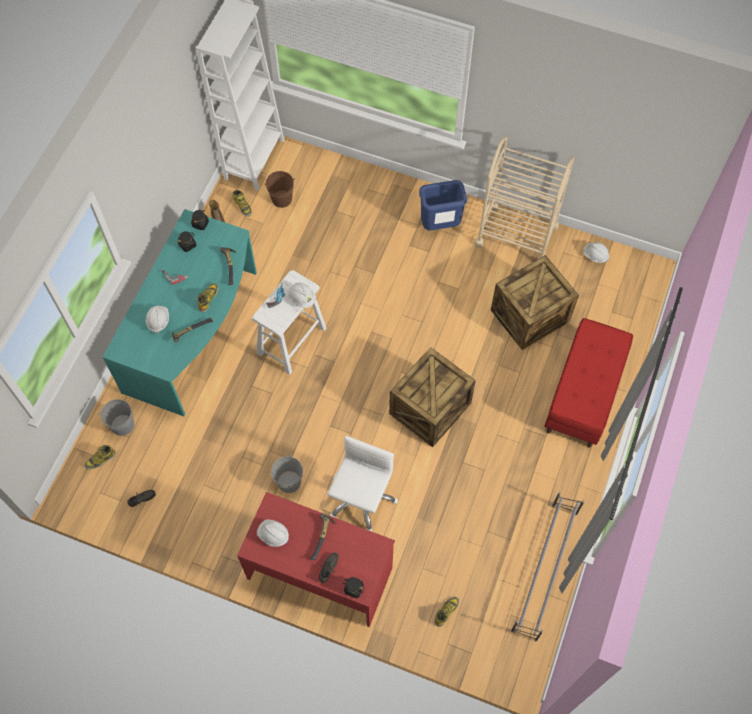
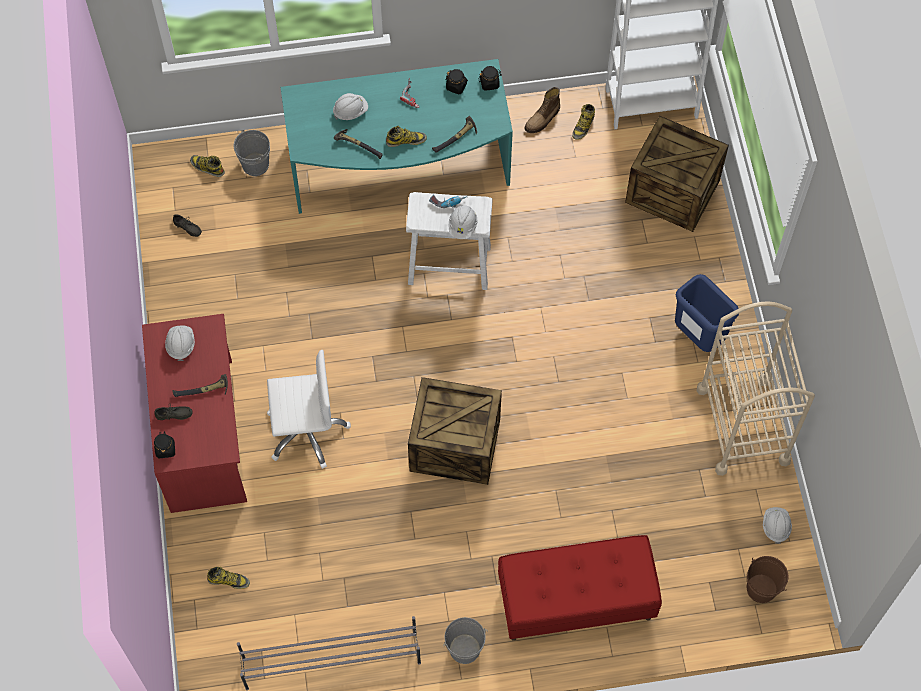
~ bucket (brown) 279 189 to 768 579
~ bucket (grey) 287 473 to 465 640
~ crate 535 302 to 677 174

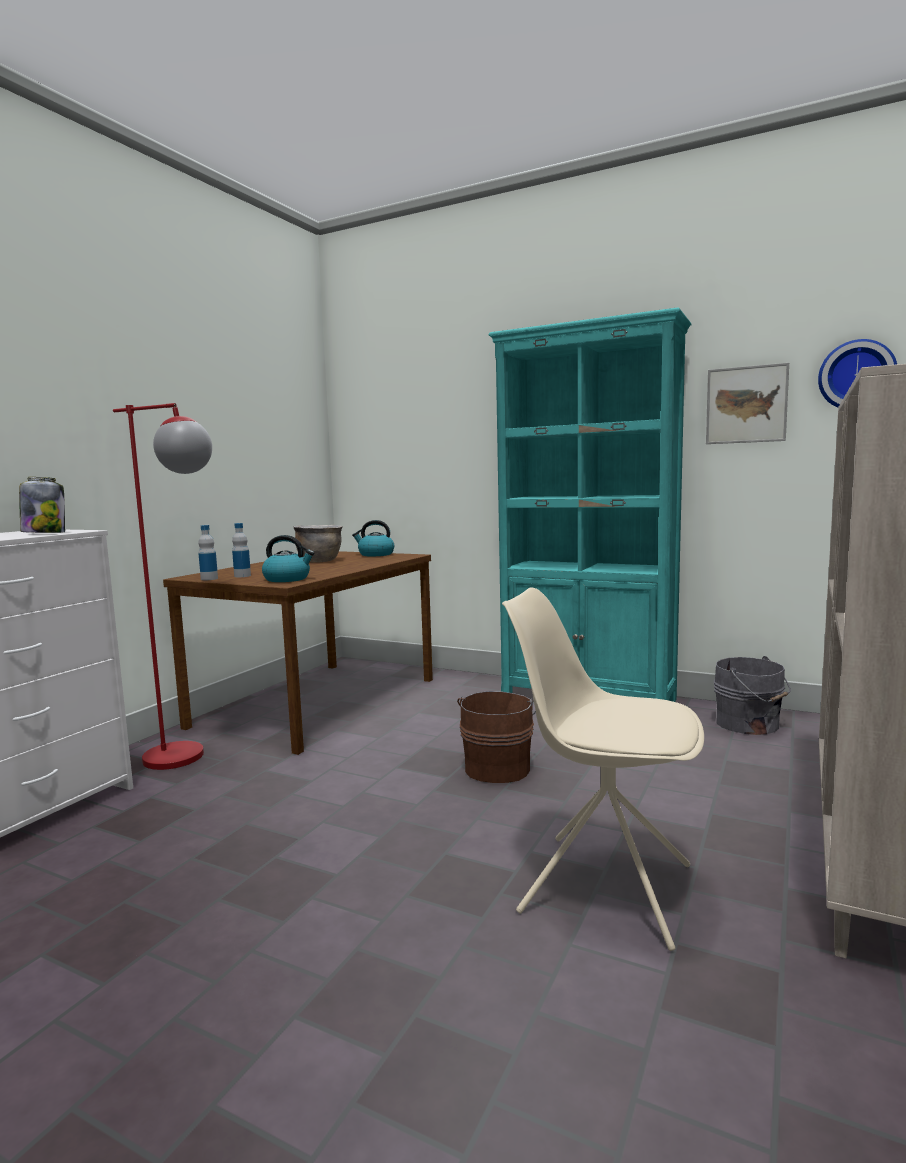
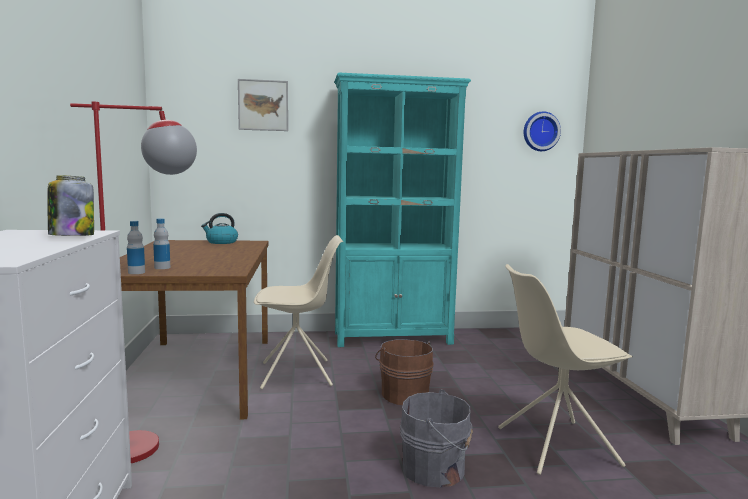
- kettle 288 558
- cooking pot (brown) 317 544
~ picture 747 403 to 263 105
~ bucket (grey) 752 695 to 436 438
+ chair (beige) 298 312

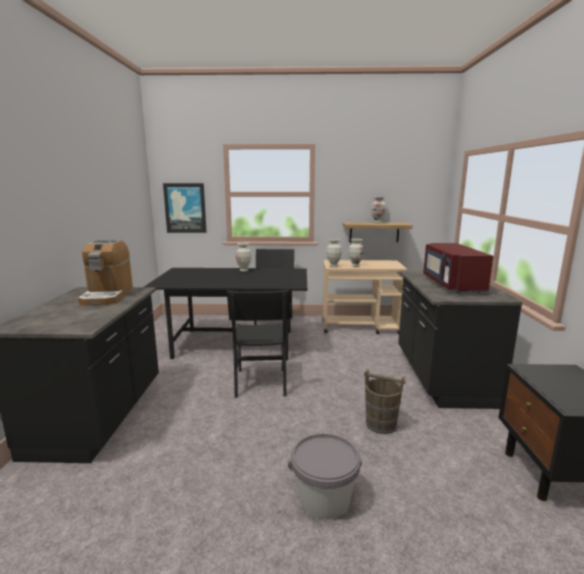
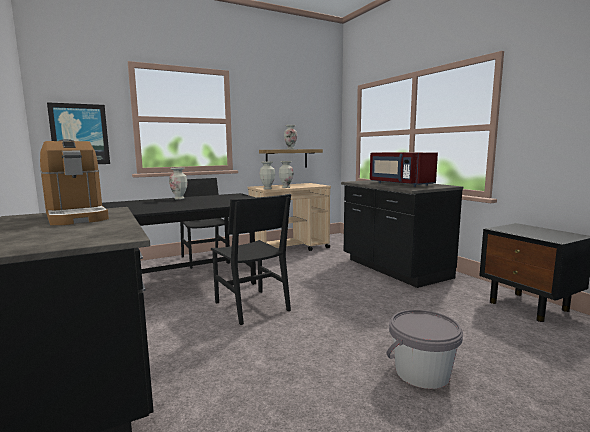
- bucket (brown) 385 401

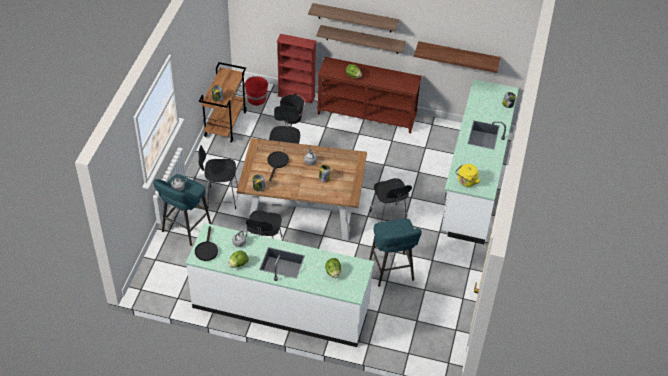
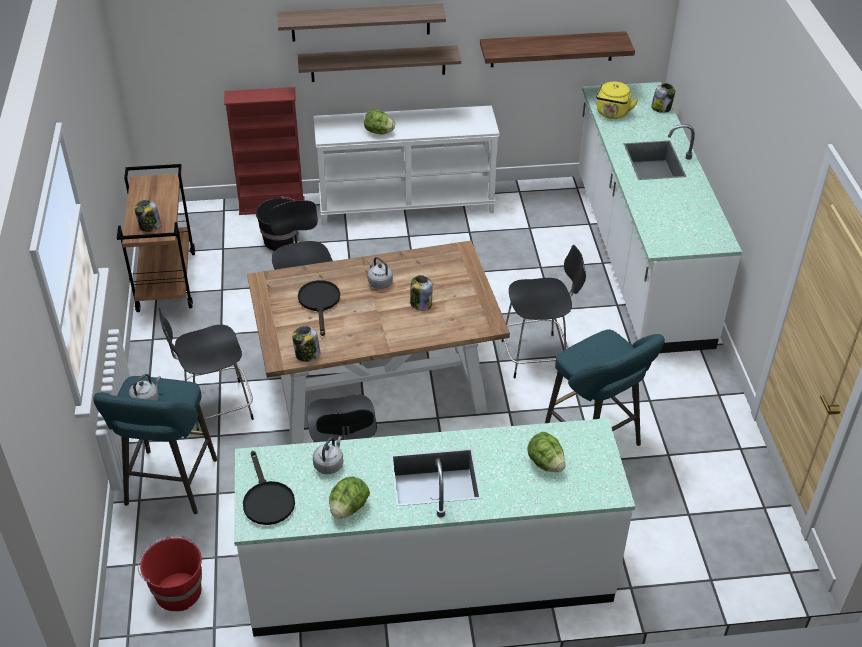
~ bucket (red) 256 91 to 170 573
~ console table (brown) 369 95 to console table (white) 407 165
~ chair (black) 391 200 = 543 312 60 degrees counterclockwise
~ kettle (yellow) 468 175 to 617 100

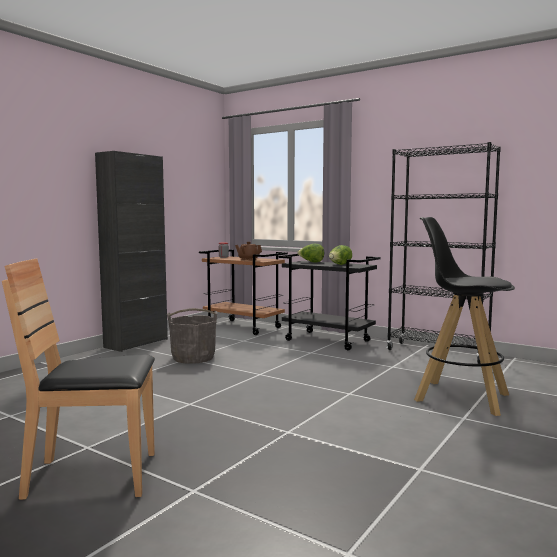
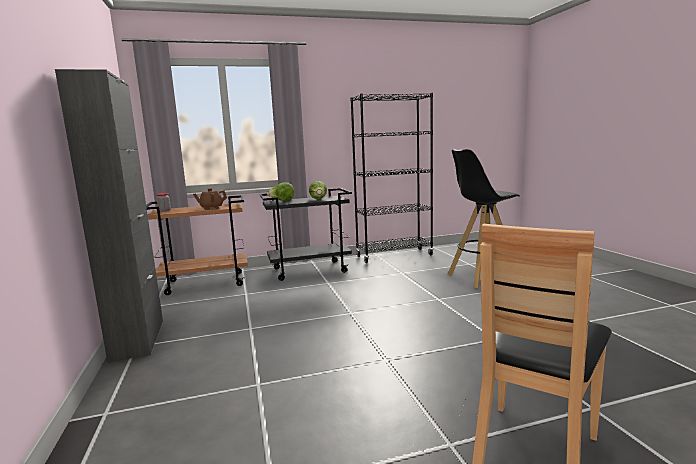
- bucket (grey) 192 336

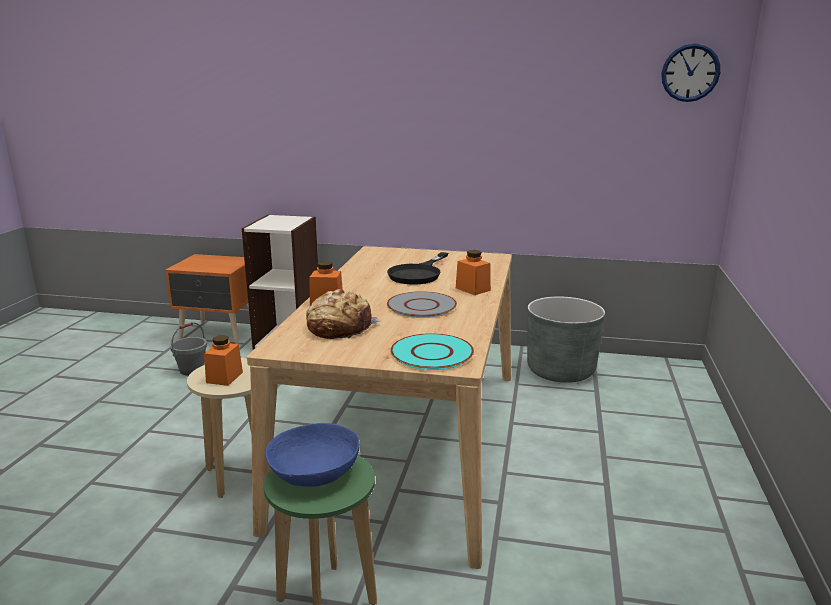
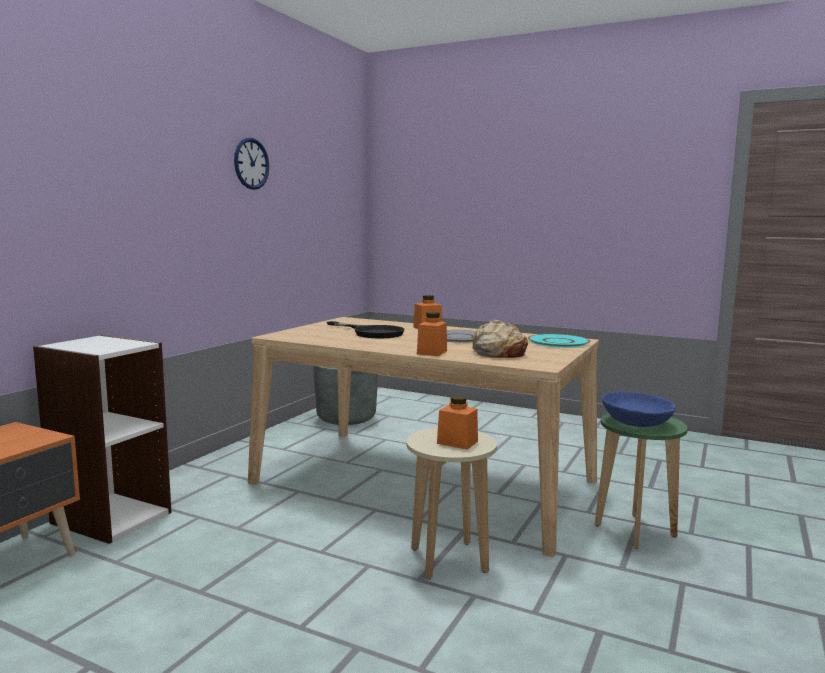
- bucket (grey) 188 348
~ wall clock 690 72 to 251 164

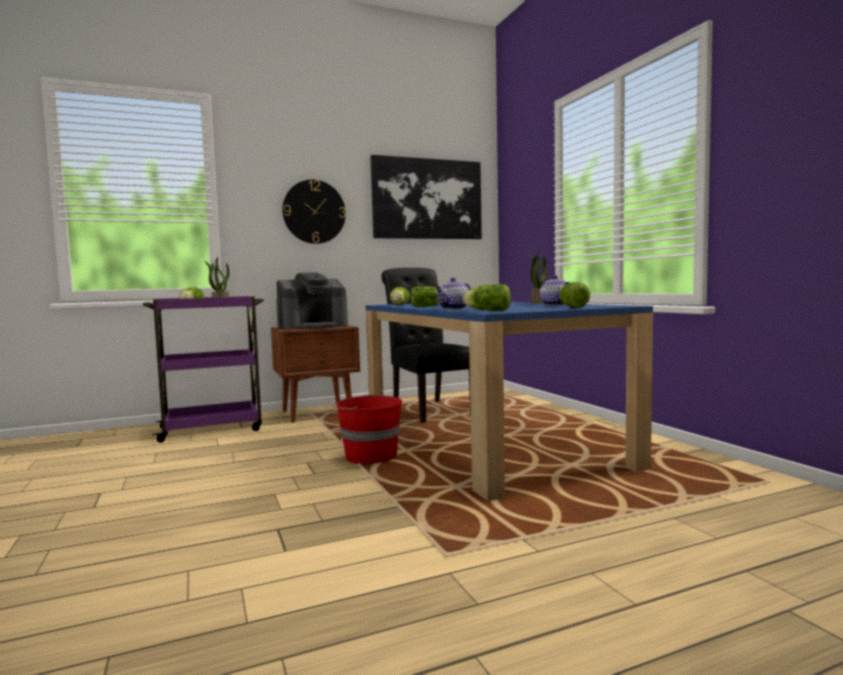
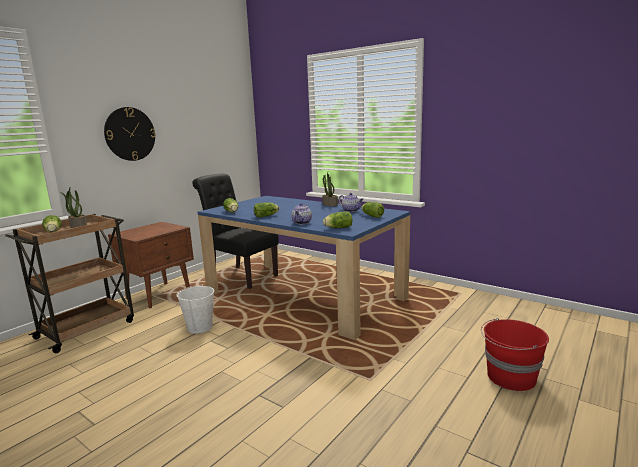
~ cart (purple) 203 369 to cart (brown) 69 283
- coffee machine 312 301
~ bucket (red) 367 428 to 515 354
- picture 426 197
+ bucket (white) 195 309

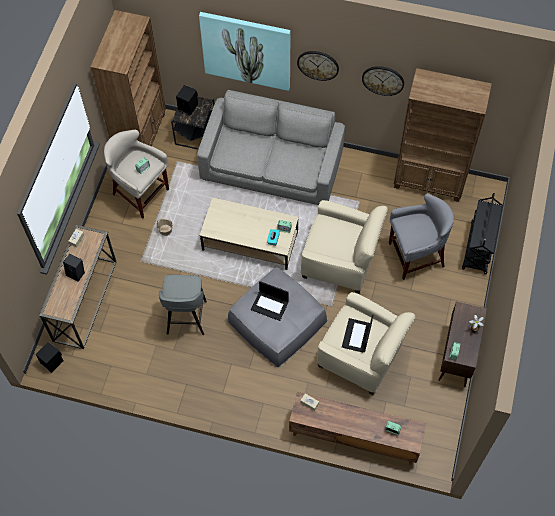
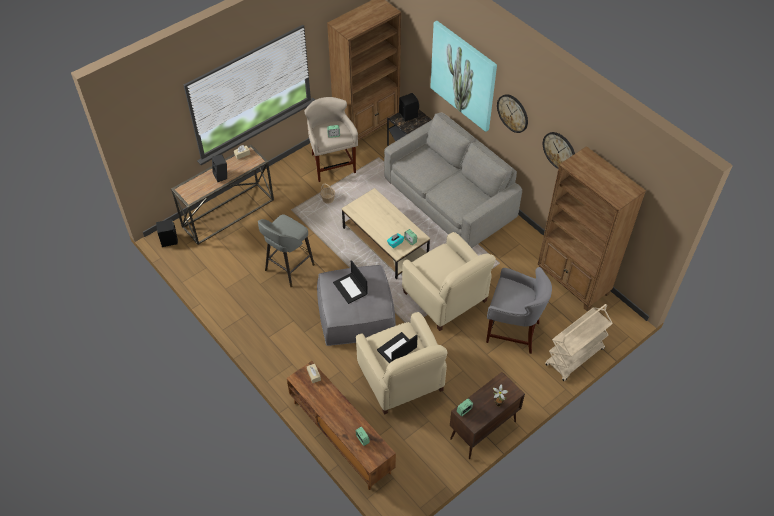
~ cart (black) 482 233 to cart (beige) 579 342

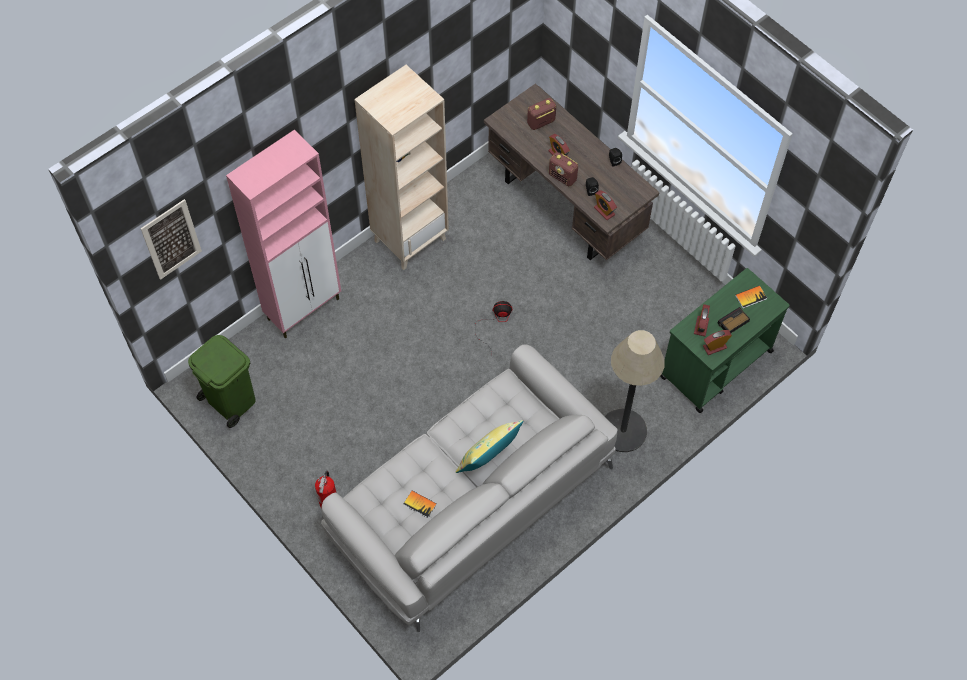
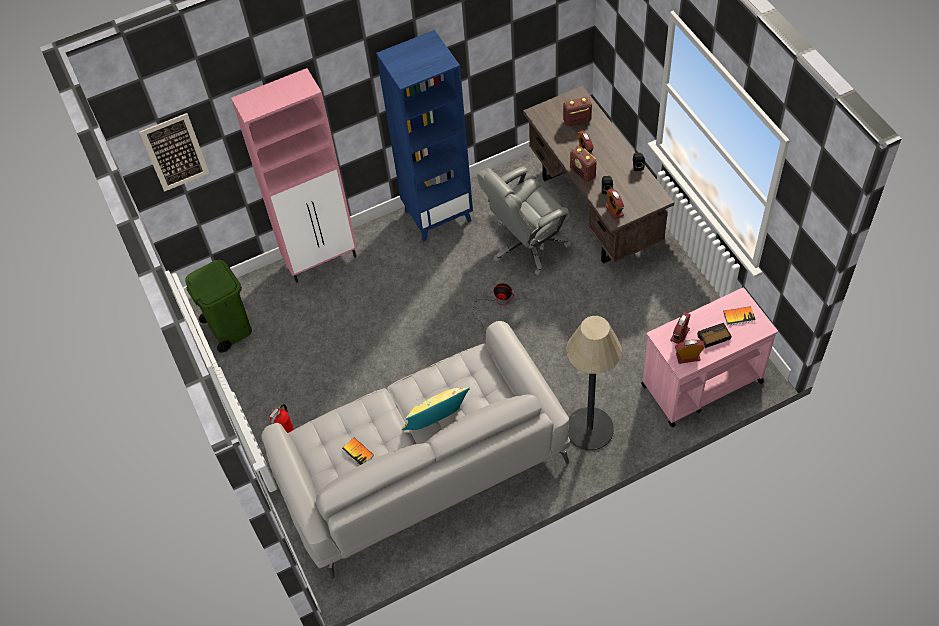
~ bookcase (beige) 401 167 to bookcase (blue) 424 136
~ cart (green) 725 340 to cart (pink) 709 357
+ office chair (grey) 524 221

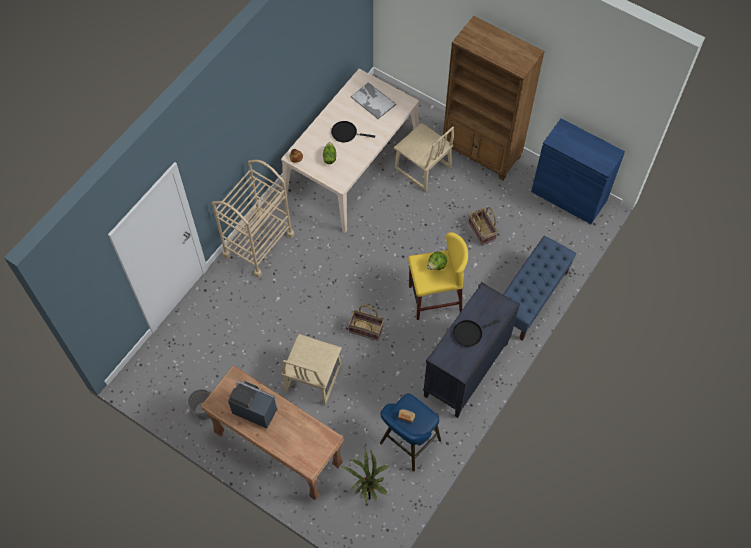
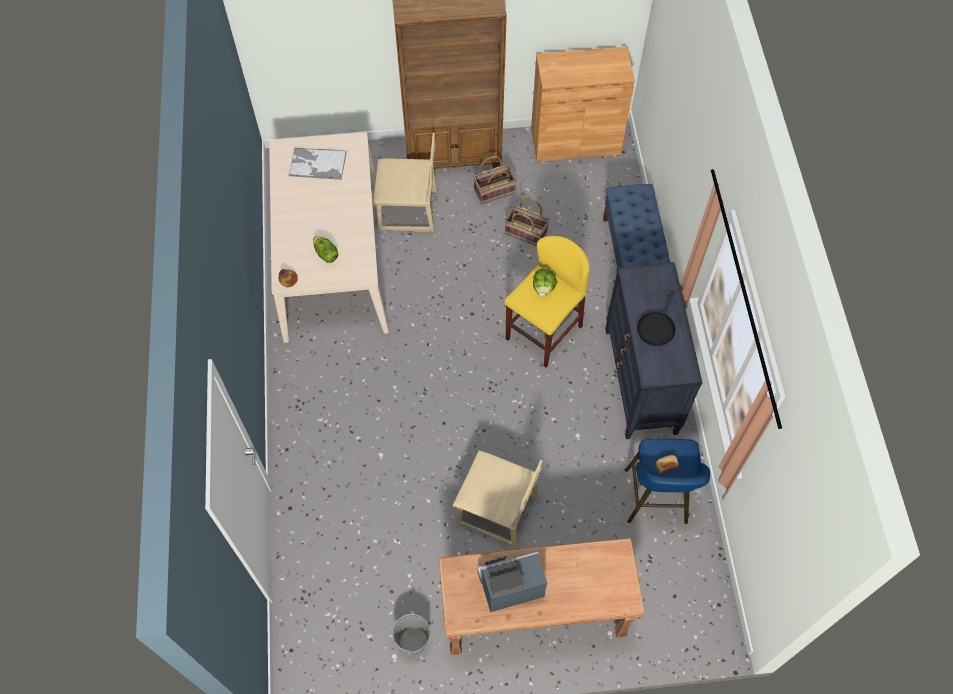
- cart (beige) 253 219
~ chair (beige) 311 369 = 498 498 45 degrees counterclockwise
- frying pan (black) 353 131
- potted plant 364 475
~ basket 366 323 to 495 180
~ cabinet (blue) 578 171 to cabinet (brown) 583 104

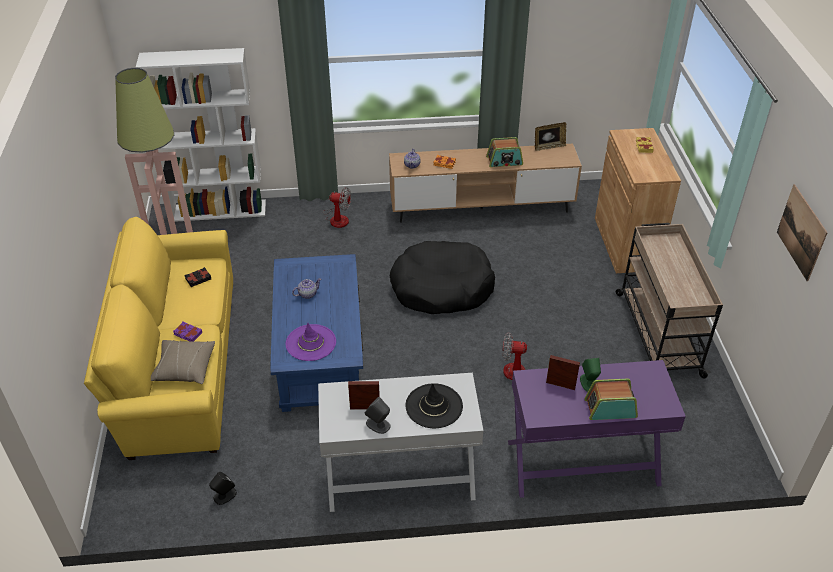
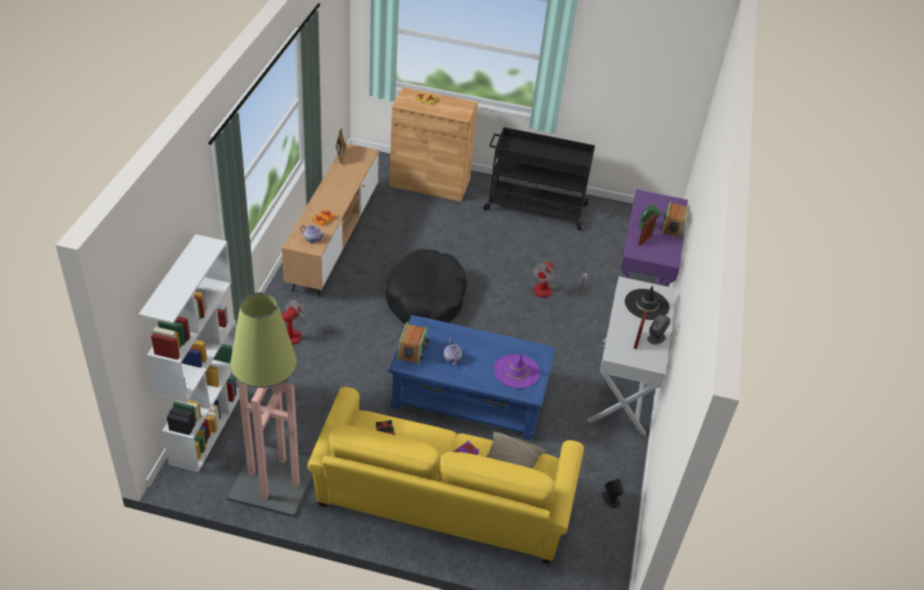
~ radio 504 152 to 413 343
~ cart (beige) 669 301 to cart (black) 539 178
- picture 802 232

